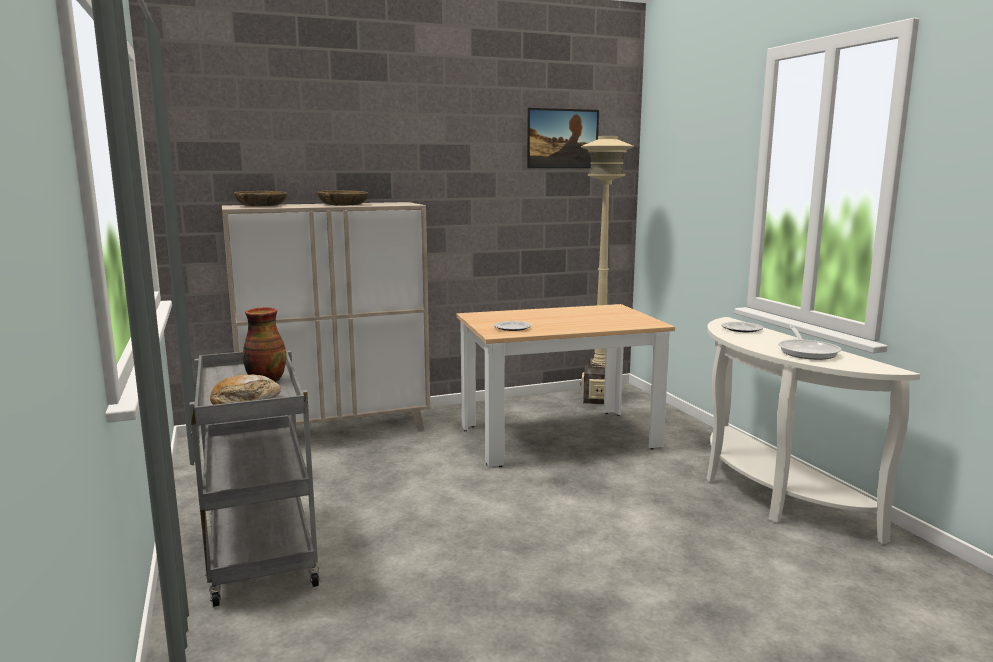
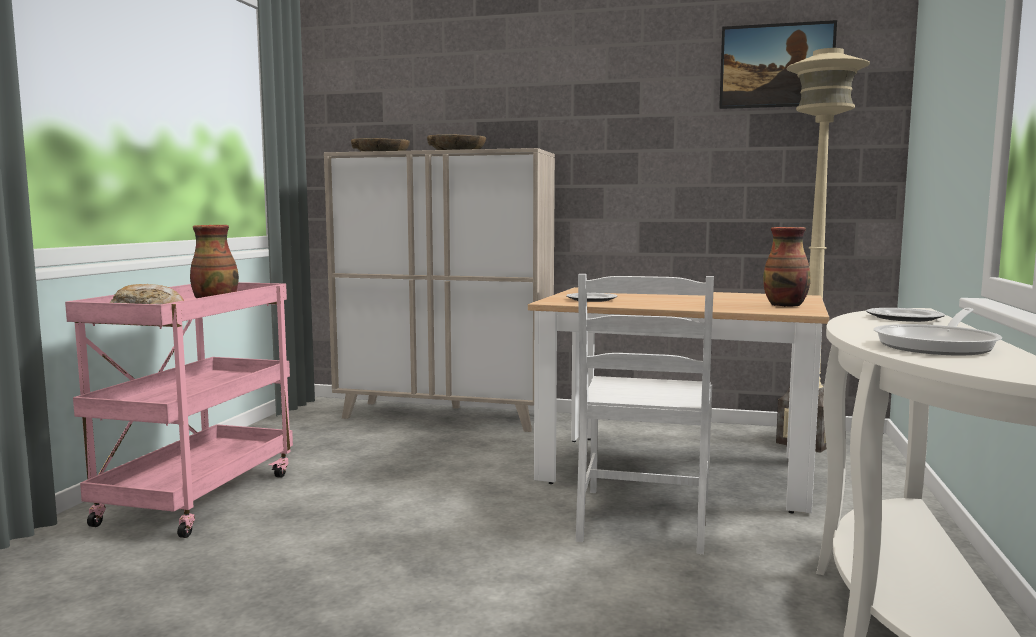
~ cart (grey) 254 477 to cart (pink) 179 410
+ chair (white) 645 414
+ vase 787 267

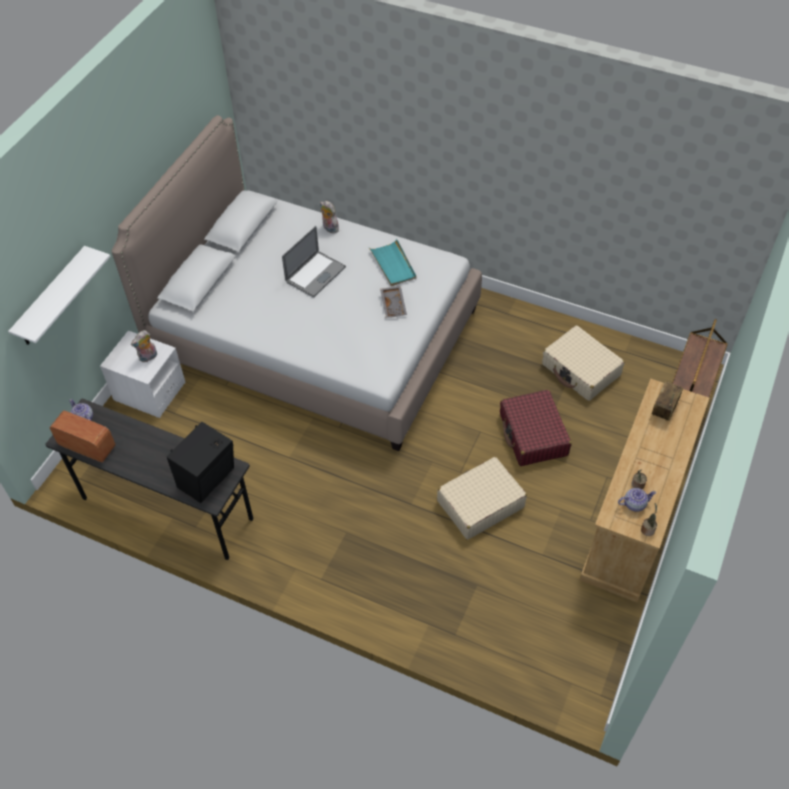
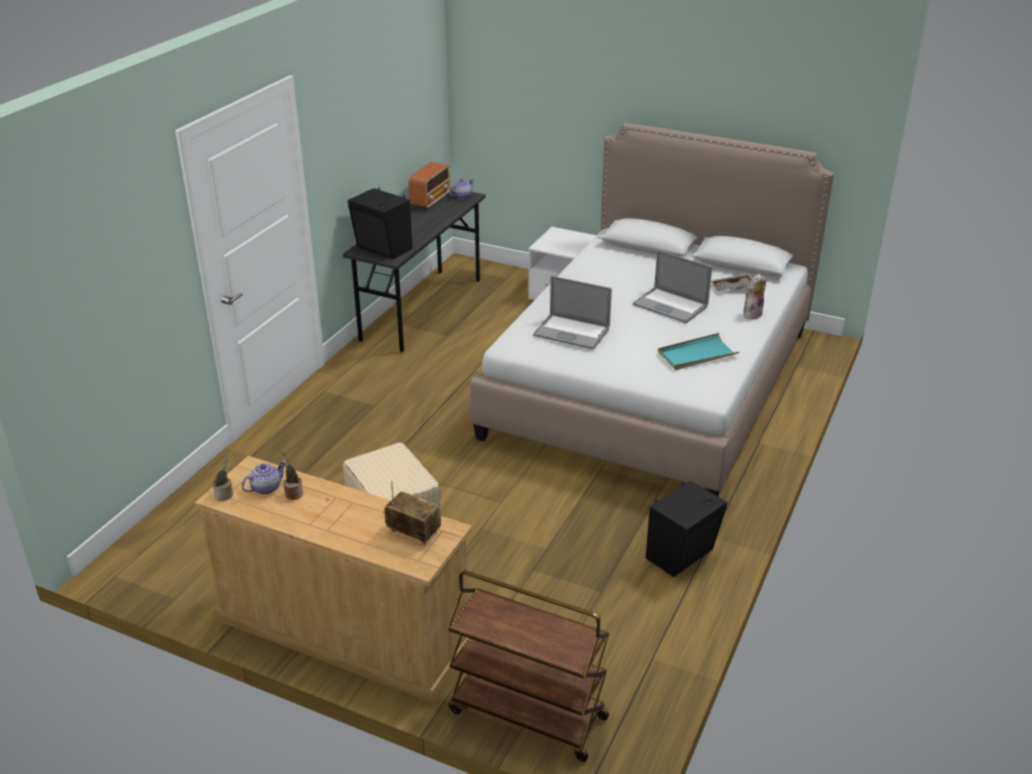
- shelf (white) 59 295
- plush toy 144 346
~ tray (grey) 393 302 to 732 282
- suitcase (red) 536 428
- suitcase (beige) 583 363
~ teapot 637 500 = 263 477 120 degrees counterclockwise
+ laptop 572 313
+ speaker (black) 686 529

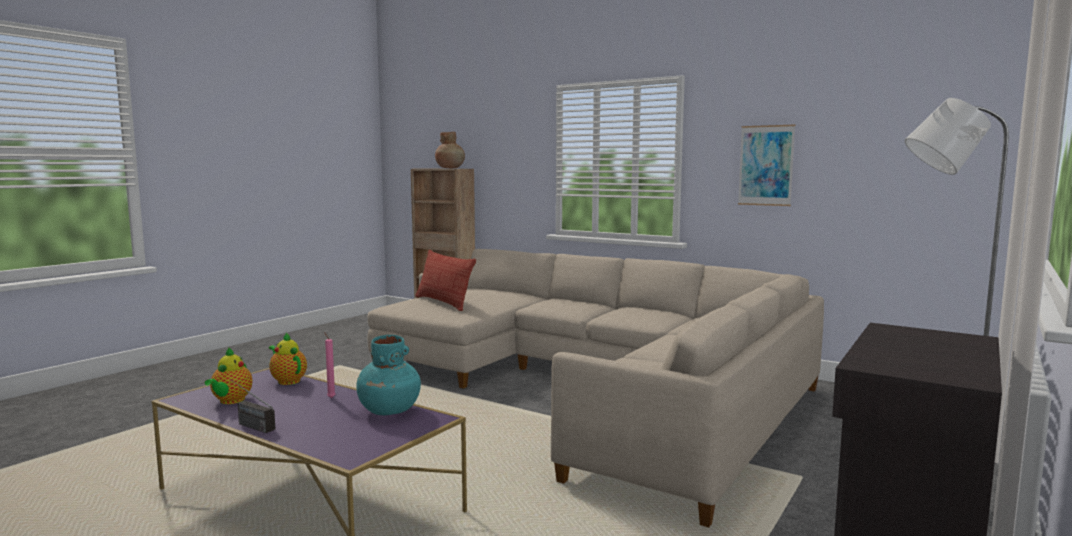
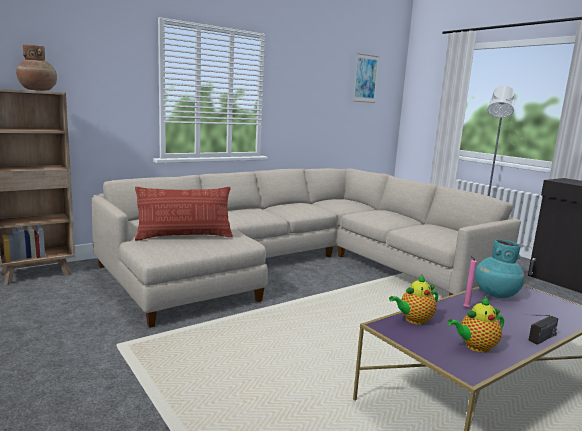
~ teapot 228 375 = 475 325 135 degrees clockwise
~ picture 766 165 to 366 78

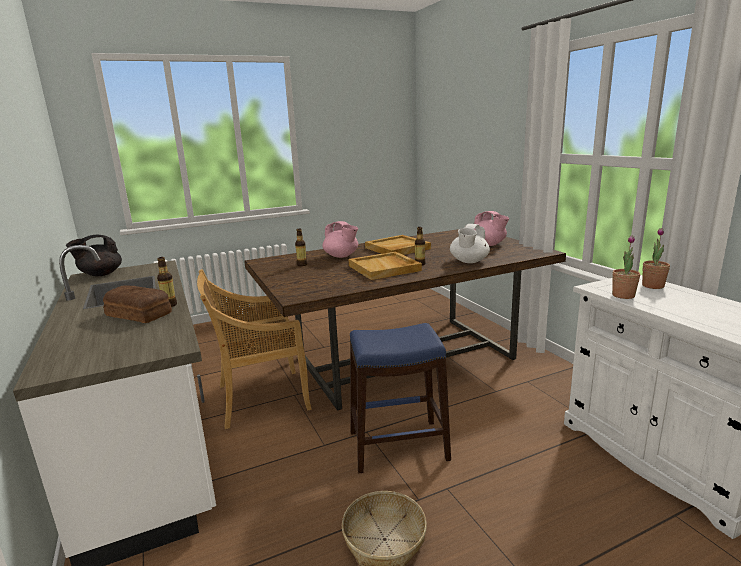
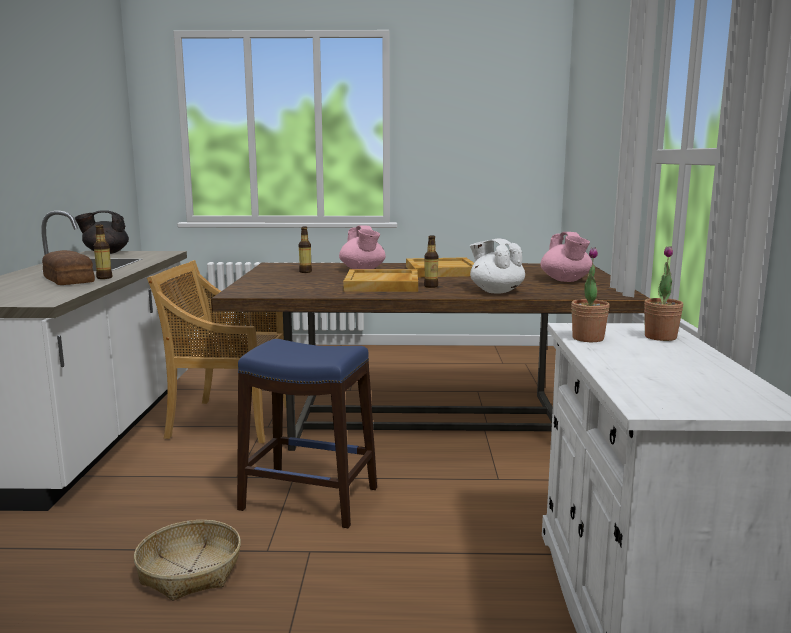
~ teapot (white) 470 243 = 497 266 90 degrees clockwise

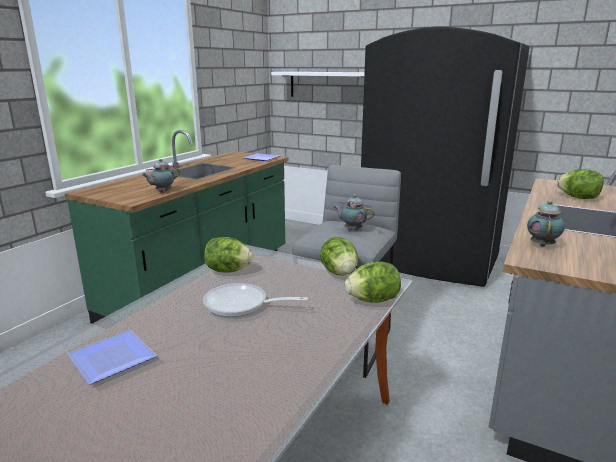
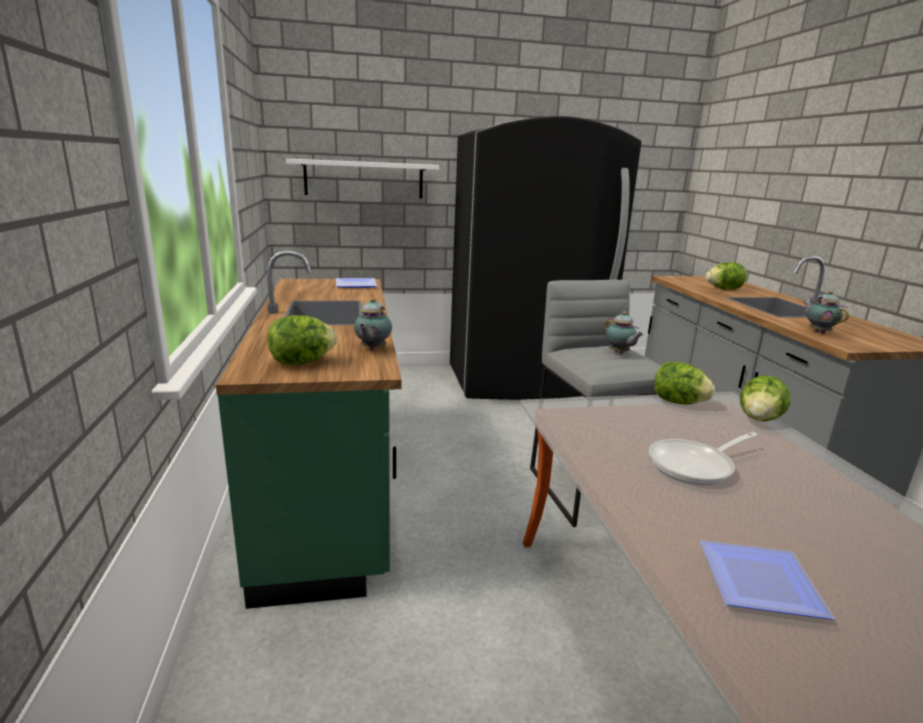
~ lettuce 228 254 to 302 340
~ teapot 353 212 = 623 332 105 degrees counterclockwise

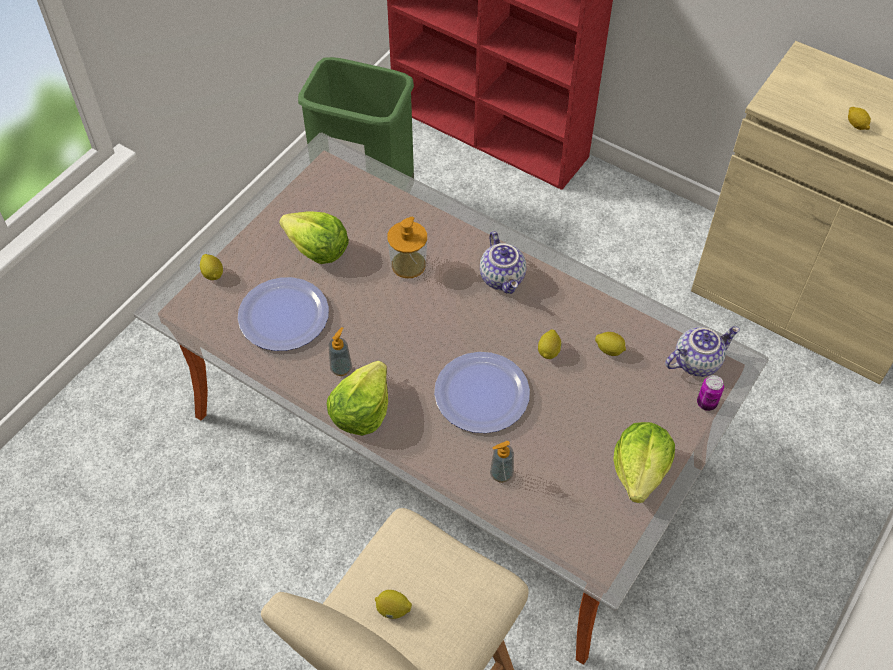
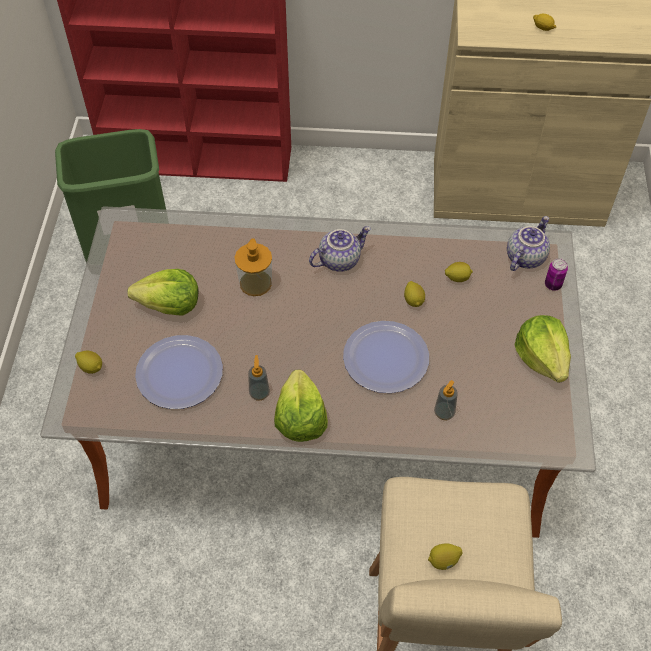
~ teapot 503 262 = 340 249 75 degrees counterclockwise

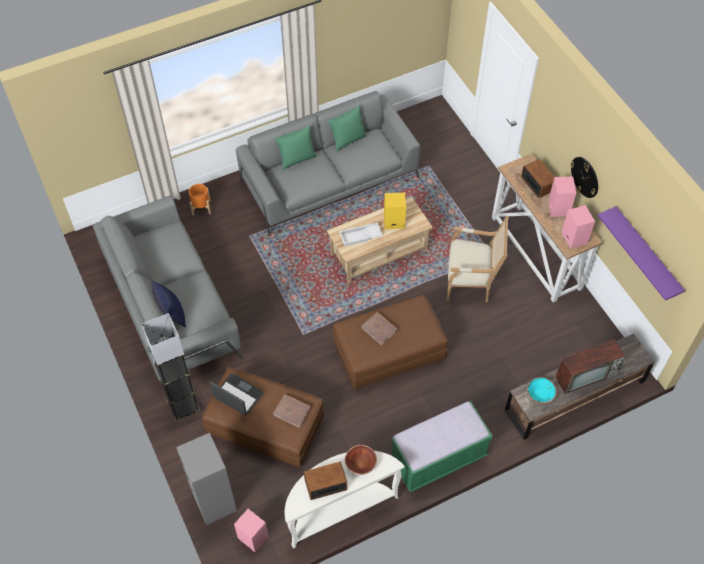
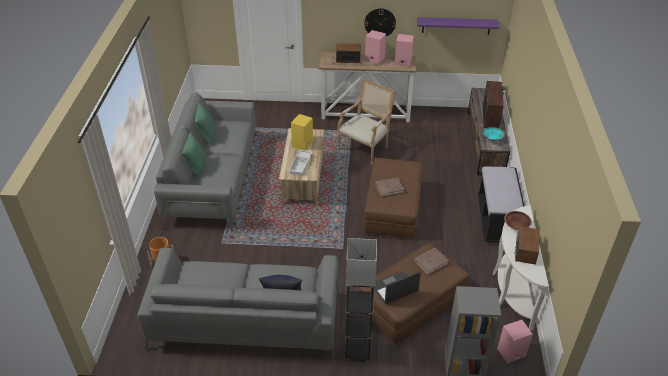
~ bench (green) 442 446 to bench (black) 501 204

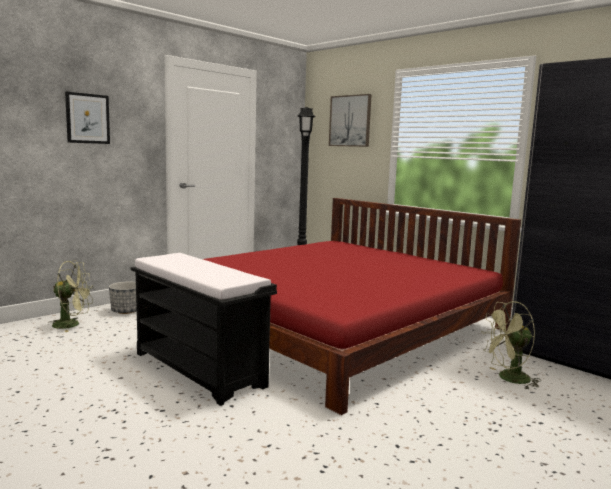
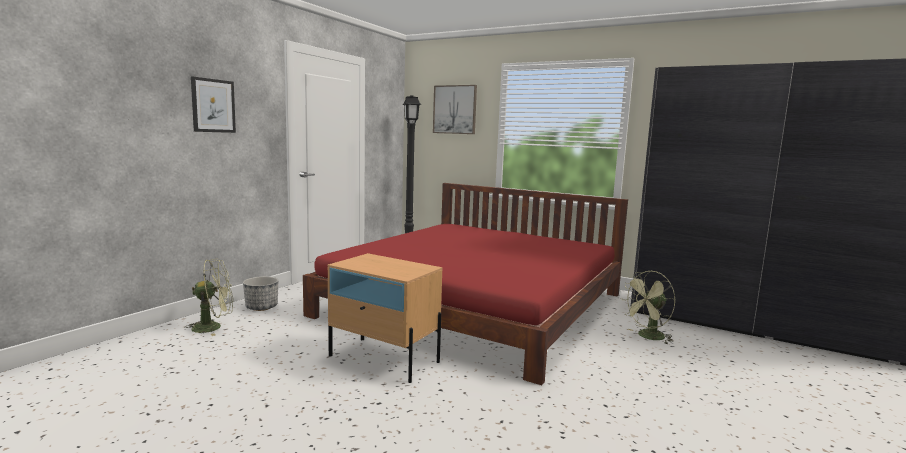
~ bench (black) 204 329 to nightstand (beige) 385 318

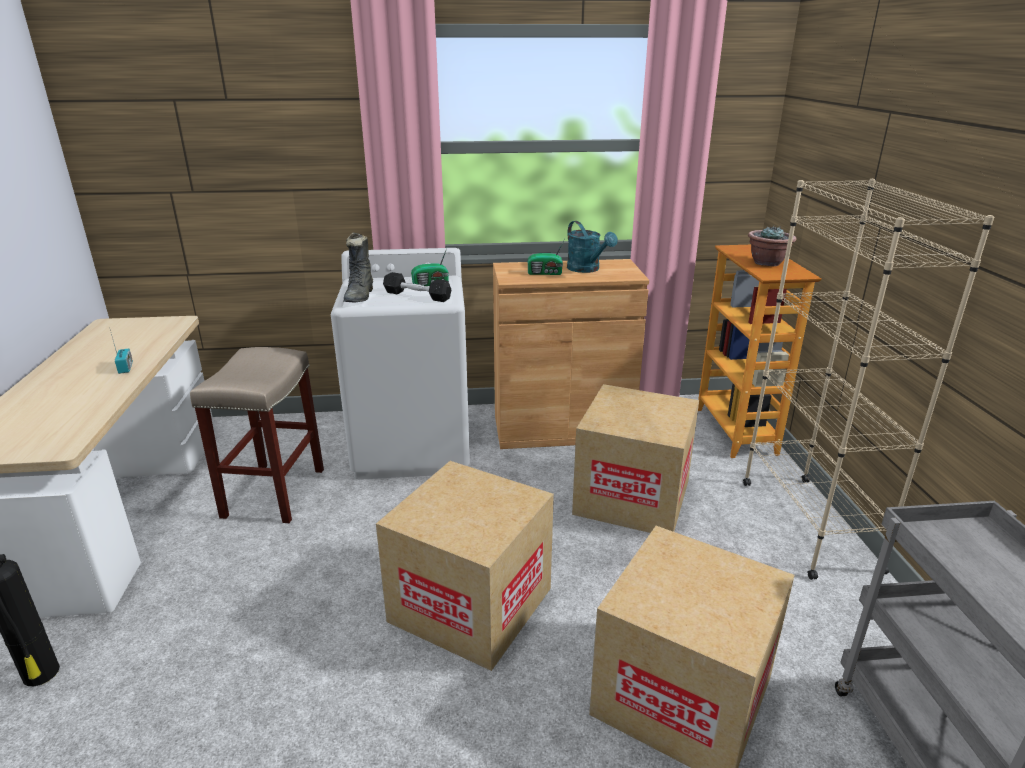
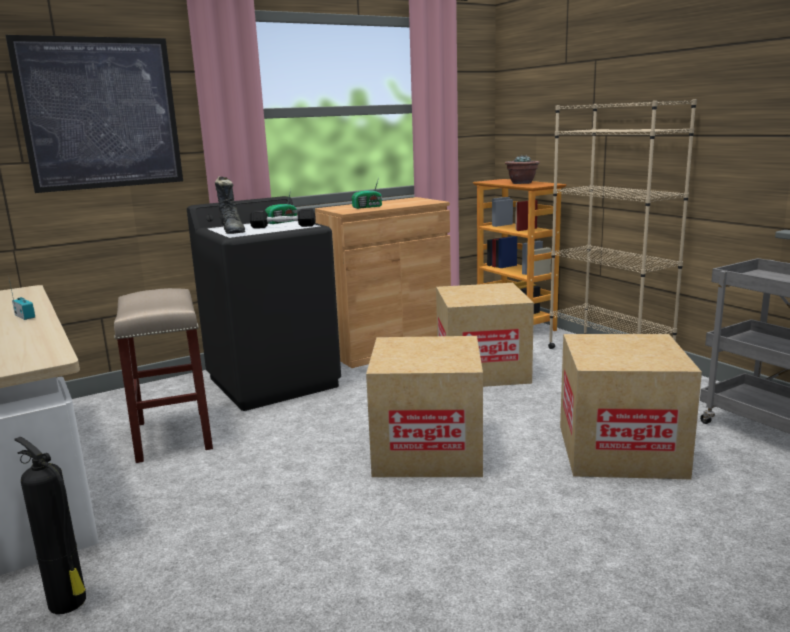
~ washing machine (white) 400 364 to washing machine (black) 264 303
- watering can (turquoise) 592 247
+ picture 94 114

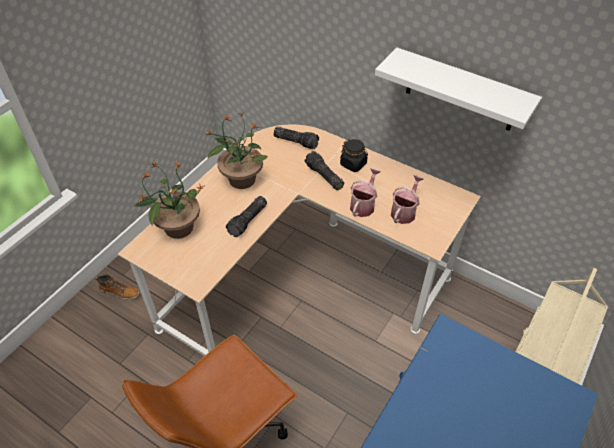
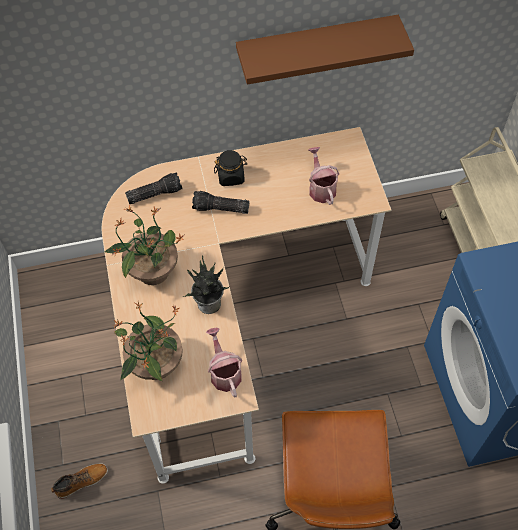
~ flashlight 246 216 to potted plant 206 285
~ watering can 365 192 to 224 363
~ shelf (white) 458 89 to shelf (brown) 325 50

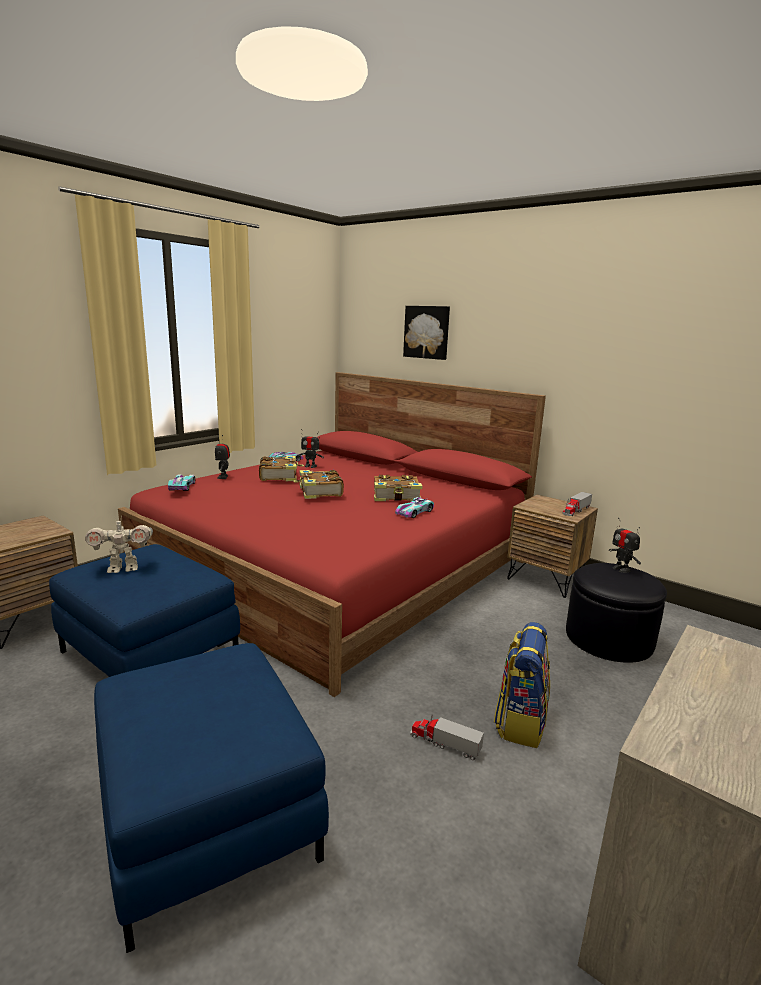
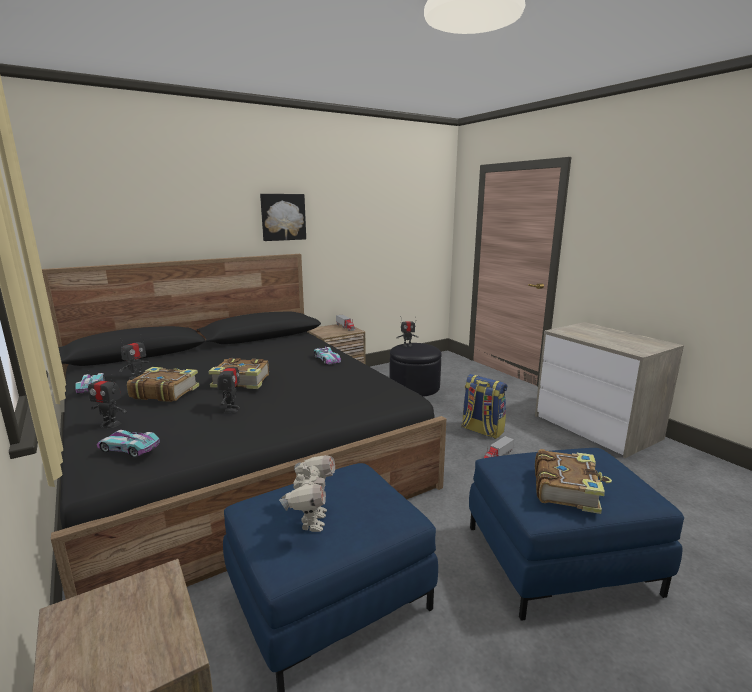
~ bed (red) 332 534 to bed (black) 244 426
~ book 398 488 to 573 481
~ picture 426 333 to 283 217
+ toy robot 228 385

